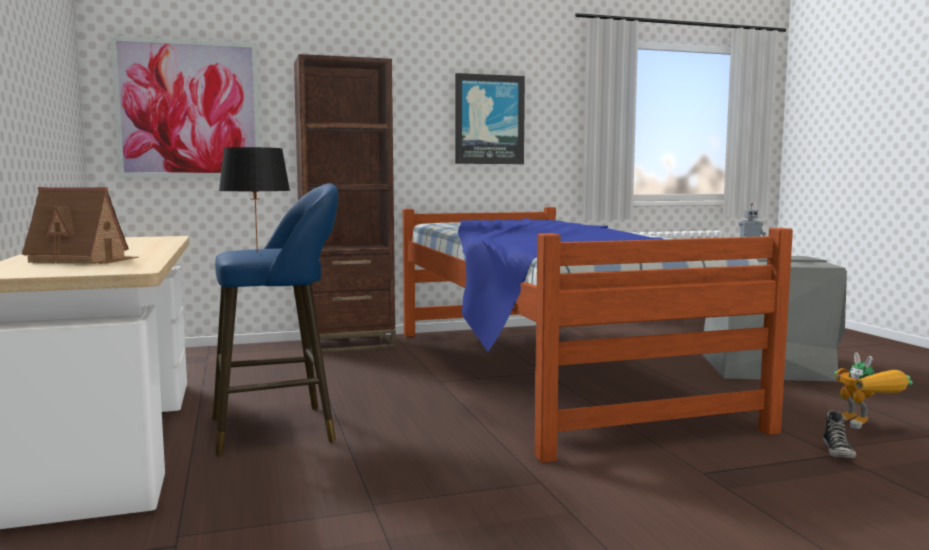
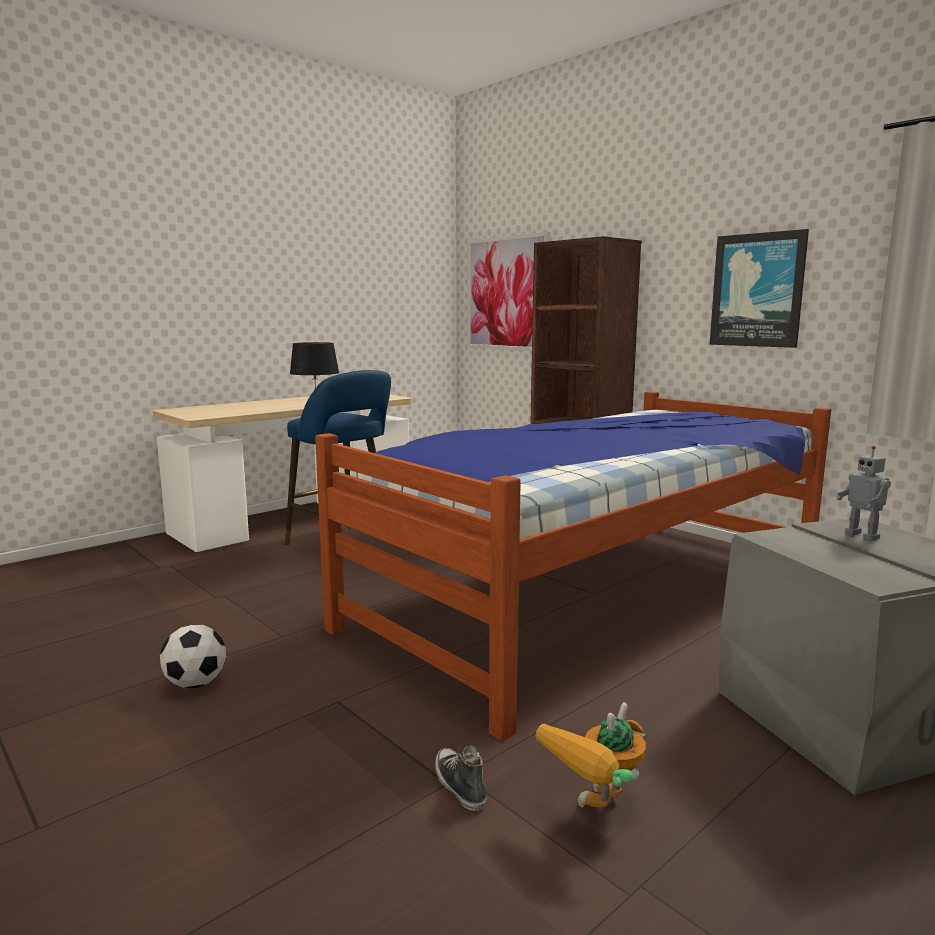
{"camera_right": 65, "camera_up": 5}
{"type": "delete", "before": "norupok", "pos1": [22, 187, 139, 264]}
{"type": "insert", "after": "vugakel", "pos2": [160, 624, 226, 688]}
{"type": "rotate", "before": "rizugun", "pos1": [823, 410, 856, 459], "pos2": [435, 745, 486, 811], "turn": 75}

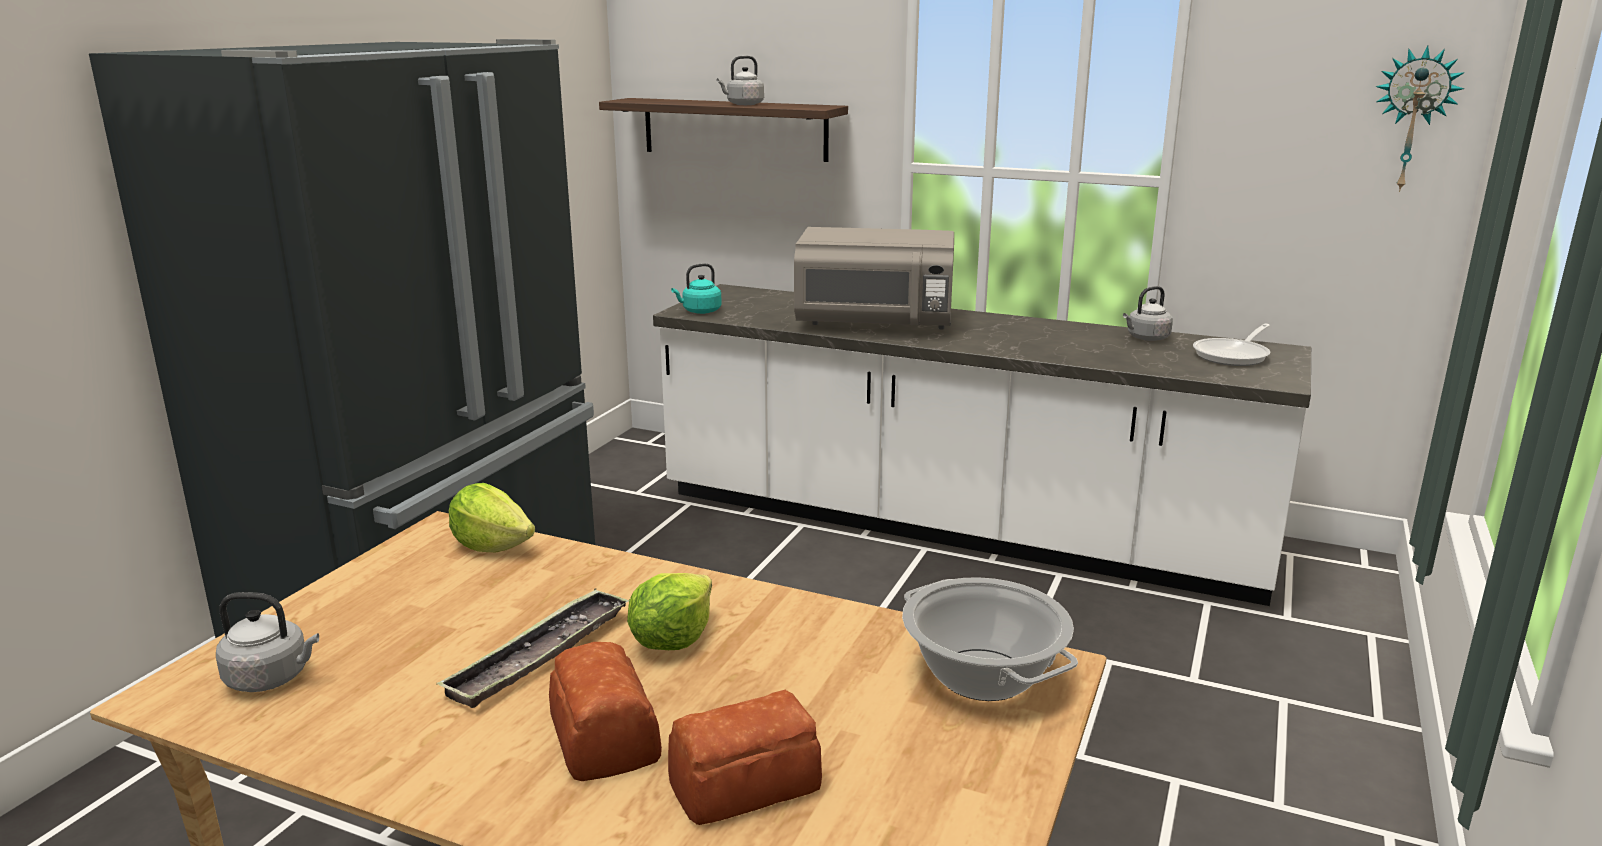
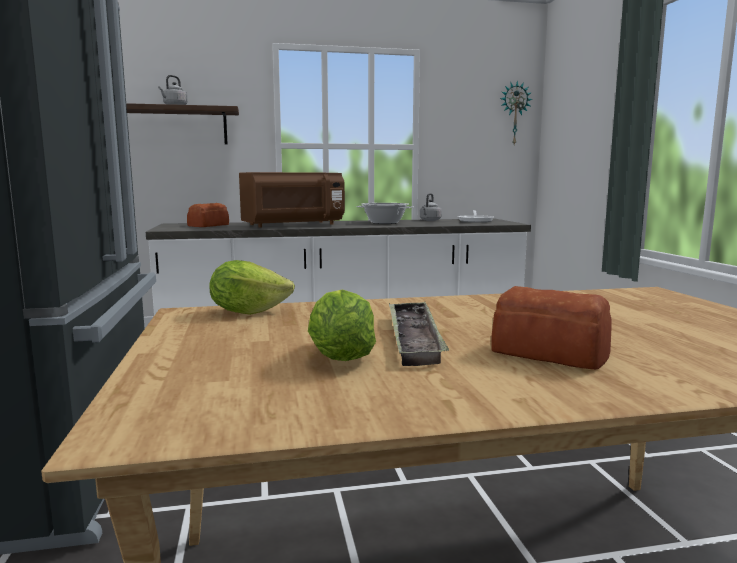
{"camera_right": -35, "camera_up": -10}
{"type": "delete", "before": "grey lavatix", "pos1": [216, 592, 319, 692]}
{"type": "delete", "before": "turquoise lavatix", "pos1": [671, 263, 722, 314]}
{"type": "move", "before": "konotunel", "pos1": [627, 573, 712, 650], "pos2": [308, 289, 376, 361]}
{"type": "move", "before": "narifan", "pos1": [668, 690, 822, 825], "pos2": [187, 203, 229, 227]}
{"type": "move", "before": "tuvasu", "pos1": [902, 577, 1078, 701], "pos2": [357, 203, 414, 224]}
{"type": "recolor", "before": "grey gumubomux", "after": "brown gumubomux", "pos1": [794, 227, 954, 330], "pos2": [239, 172, 345, 228]}

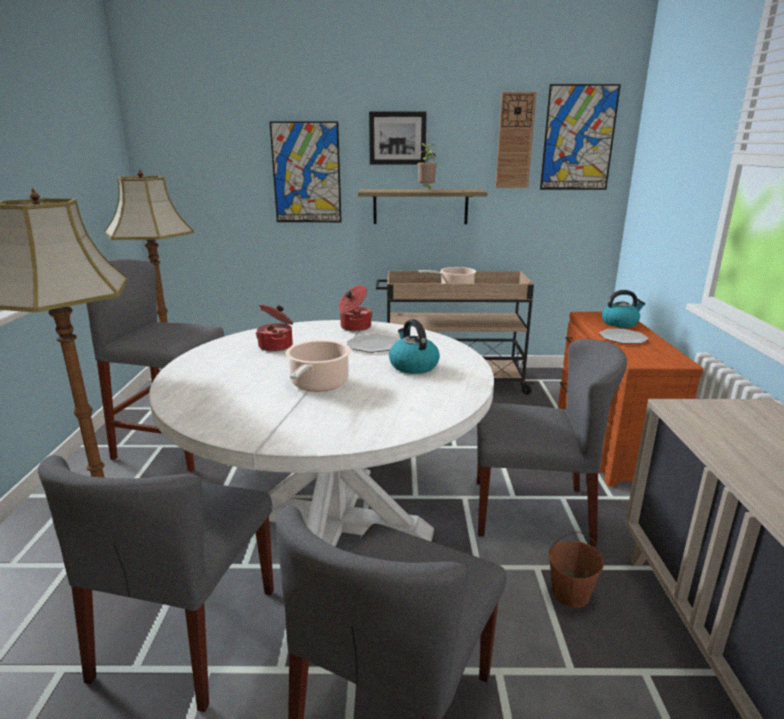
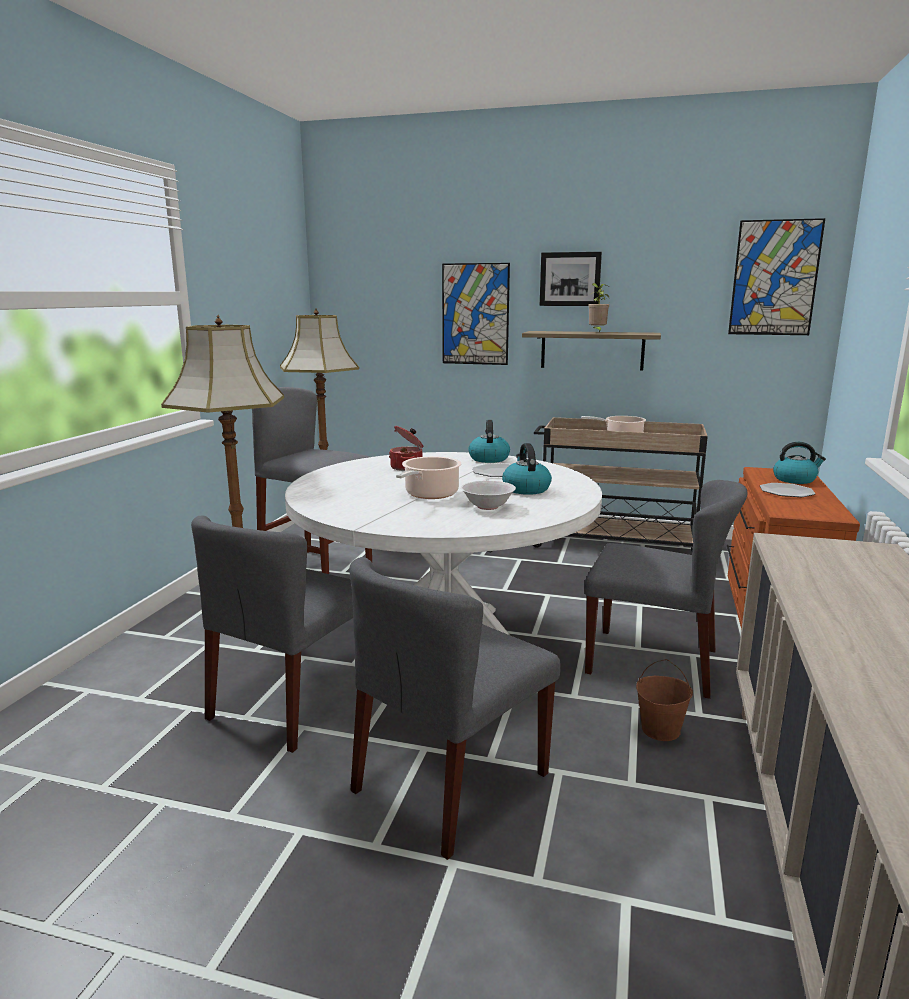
{"camera_right": 15, "camera_up": -5}
{"type": "delete", "before": "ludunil", "pos1": [496, 92, 536, 188]}
{"type": "insert", "after": "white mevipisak", "pos2": [461, 480, 516, 510]}
{"type": "replace", "before": "tuvasu", "after": "lavatix", "pos1": [339, 285, 372, 331], "pos2": [468, 420, 510, 463]}

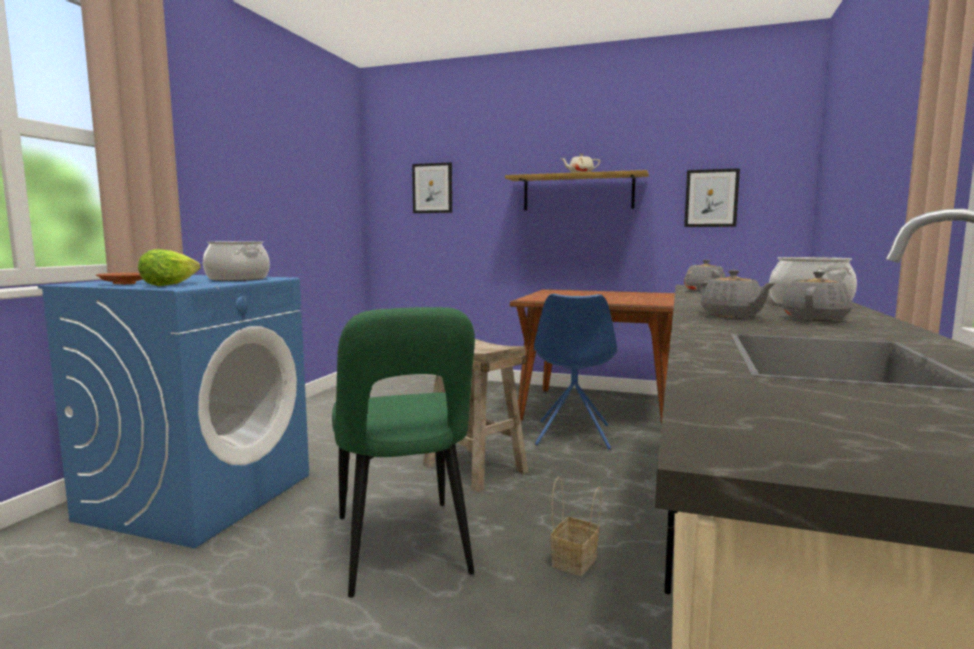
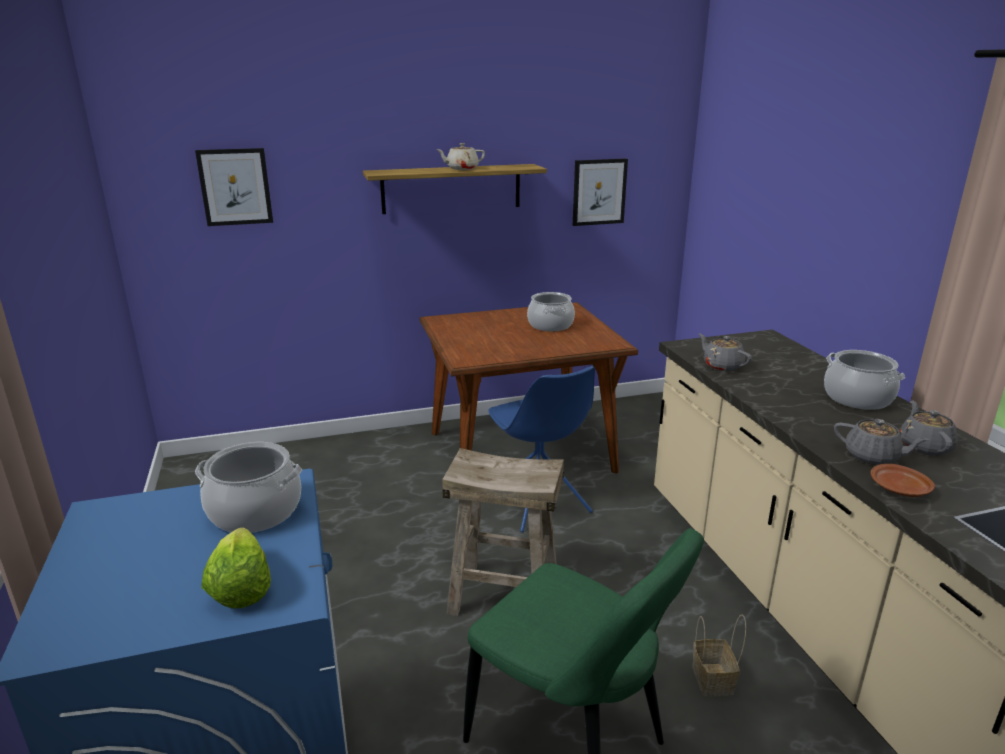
{"camera_right": -35, "camera_up": 15}
{"type": "insert", "after": "tuvasu", "pos2": [527, 292, 575, 331]}
{"type": "move", "before": "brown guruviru", "pos1": [96, 272, 143, 285], "pos2": [870, 464, 935, 497]}

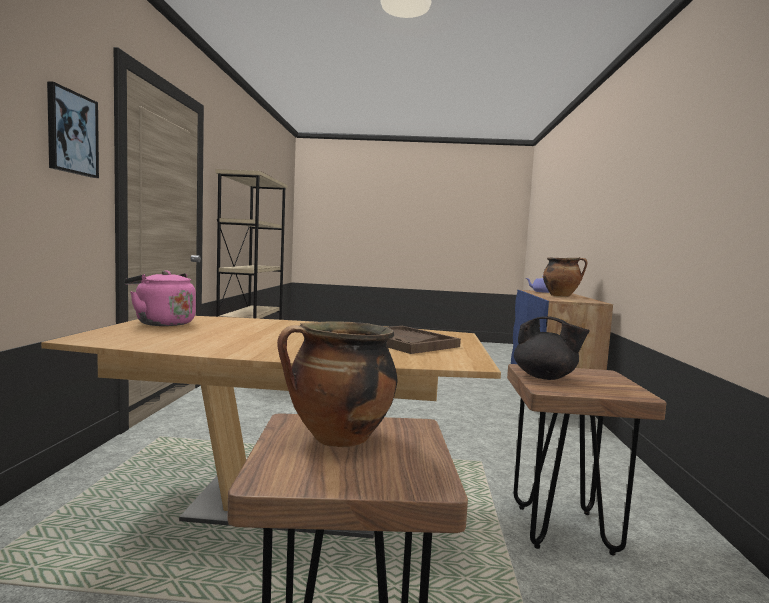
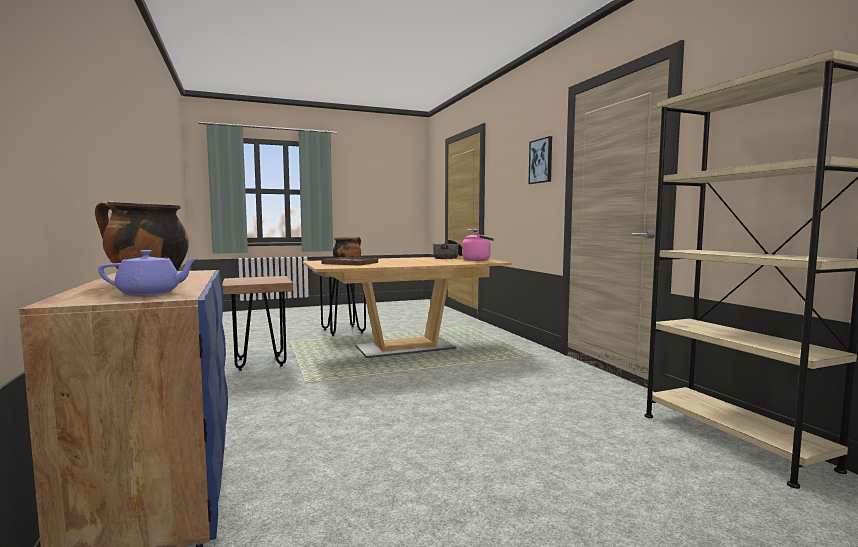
{"camera_right": 155, "camera_up": 0}
{"type": "delete", "before": "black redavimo", "pos1": [514, 316, 590, 380]}
{"type": "insert", "after": "tuvasu", "pos2": [432, 240, 463, 259]}

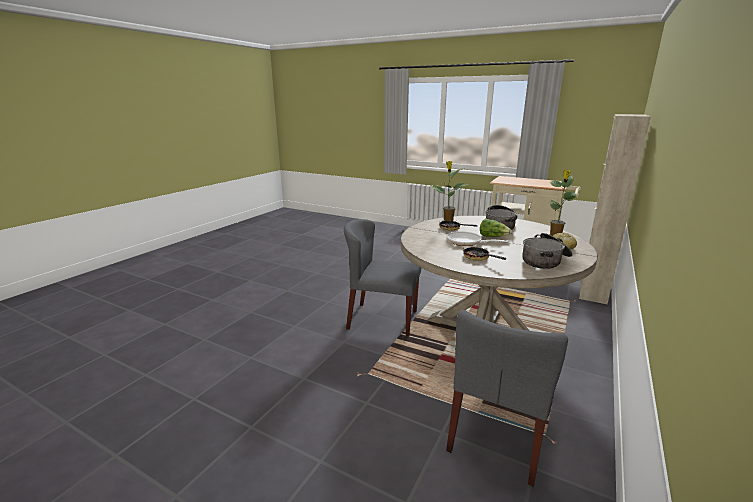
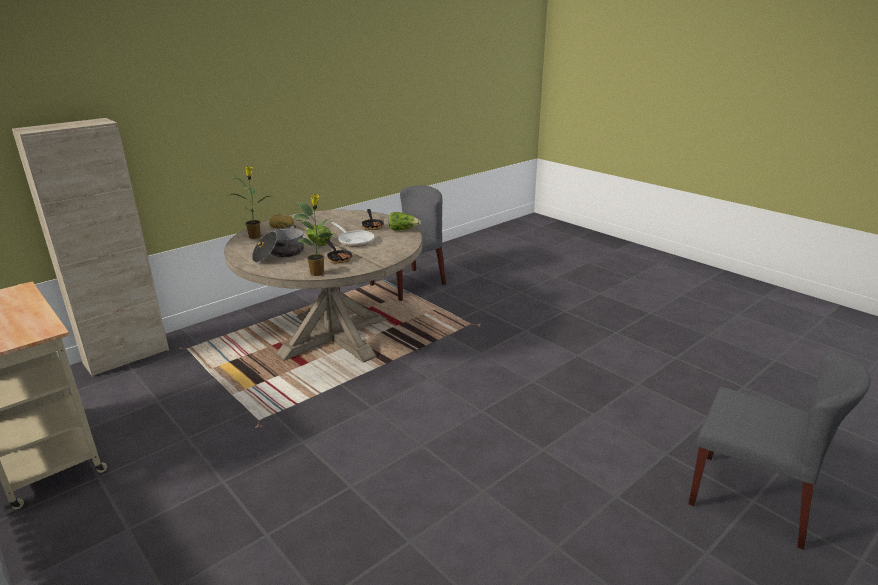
{"camera_right": -160, "camera_up": 5}
{"type": "delete", "before": "tuvasu", "pos1": [522, 233, 573, 269]}
{"type": "insert", "after": "konotunel", "pos2": [389, 212, 421, 231]}
{"type": "move", "before": "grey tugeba", "pos1": [344, 219, 421, 337], "pos2": [689, 353, 871, 550]}

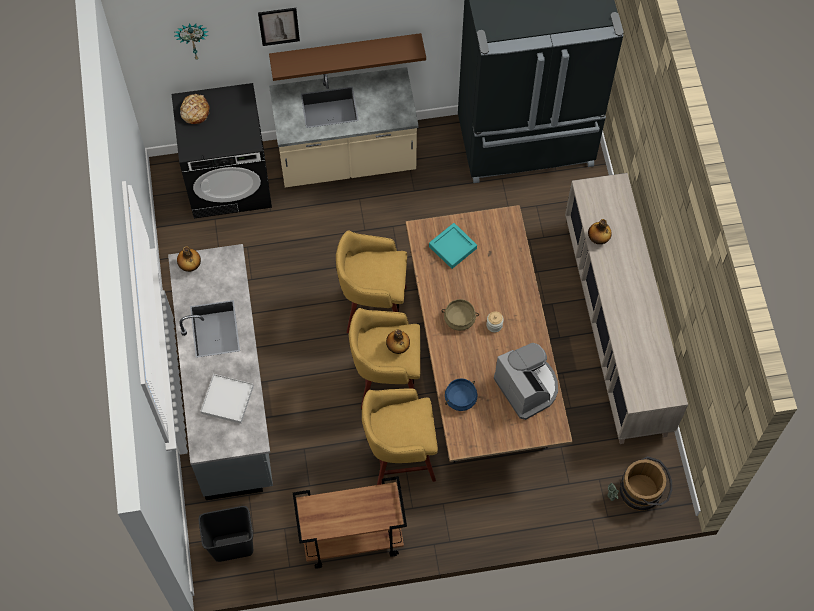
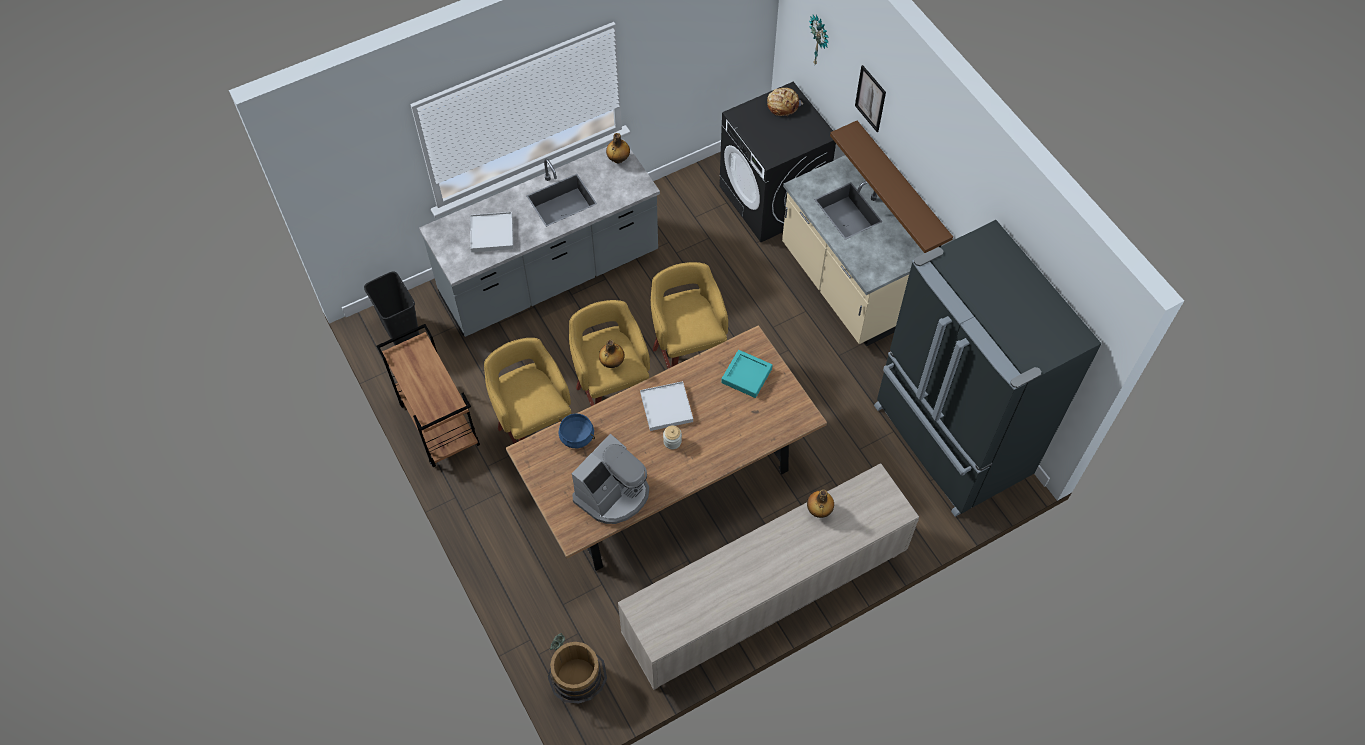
{"camera_right": 70, "camera_up": -5}
{"type": "replace", "before": "beige tuvasu", "after": "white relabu", "pos1": [441, 299, 479, 331], "pos2": [640, 381, 693, 431]}

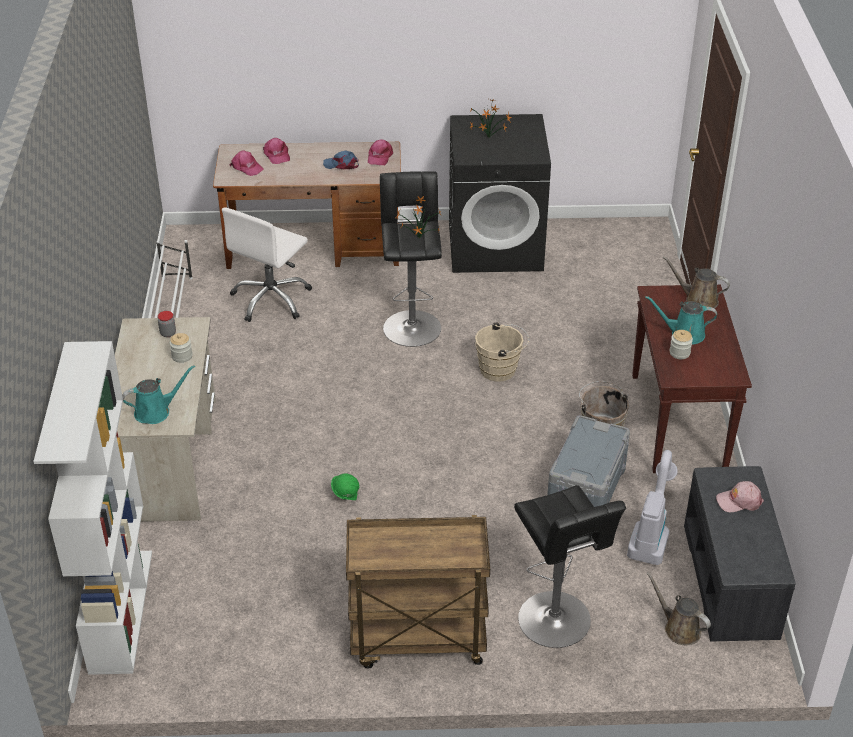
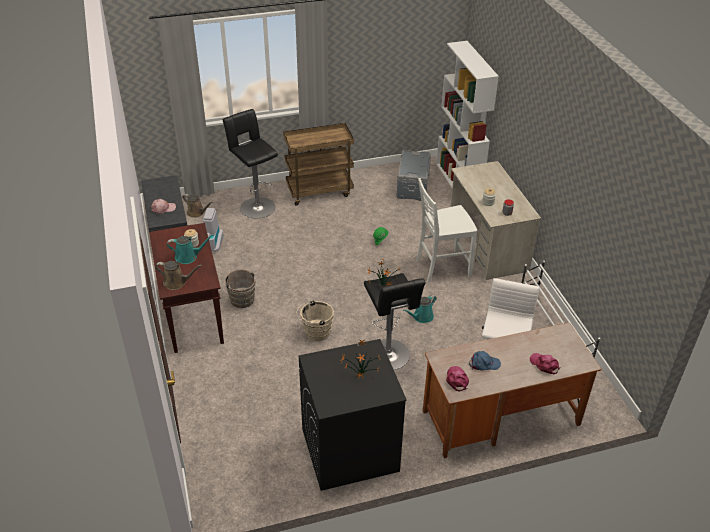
{"camera_right": 165, "camera_up": 0}
{"type": "delete", "before": "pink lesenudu", "pos1": [229, 151, 264, 176]}
{"type": "insert", "after": "white tugeba", "pos2": [416, 178, 477, 283]}
{"type": "move", "before": "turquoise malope", "pos1": [122, 365, 195, 424], "pos2": [403, 295, 437, 323]}
{"type": "move", "before": "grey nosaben", "pos1": [547, 415, 630, 507], "pos2": [396, 150, 431, 201]}

